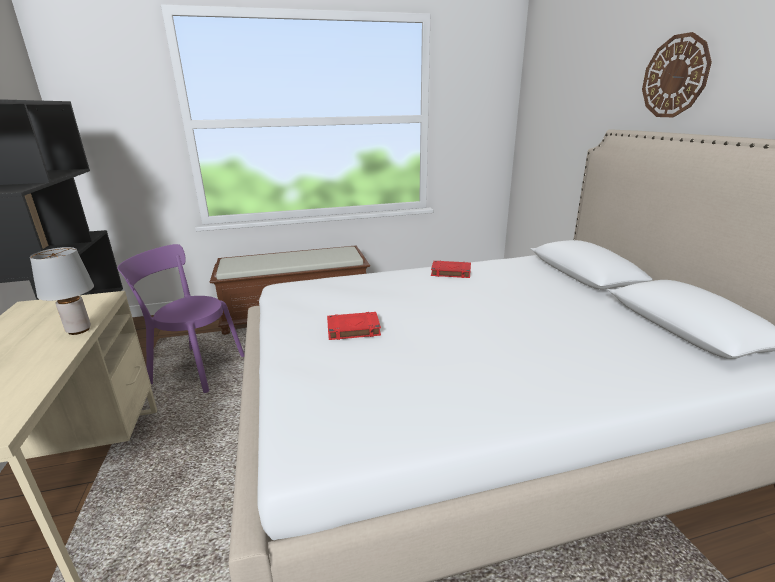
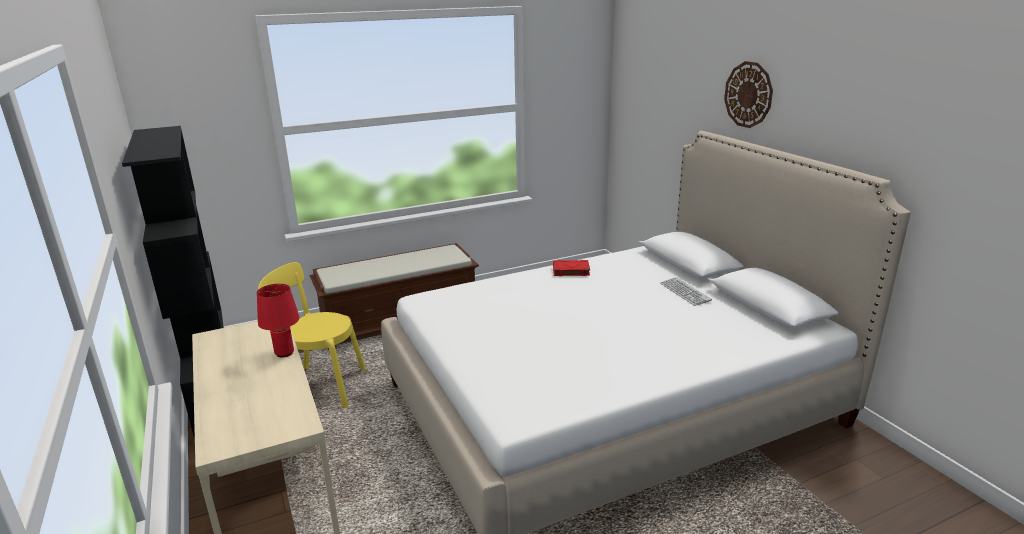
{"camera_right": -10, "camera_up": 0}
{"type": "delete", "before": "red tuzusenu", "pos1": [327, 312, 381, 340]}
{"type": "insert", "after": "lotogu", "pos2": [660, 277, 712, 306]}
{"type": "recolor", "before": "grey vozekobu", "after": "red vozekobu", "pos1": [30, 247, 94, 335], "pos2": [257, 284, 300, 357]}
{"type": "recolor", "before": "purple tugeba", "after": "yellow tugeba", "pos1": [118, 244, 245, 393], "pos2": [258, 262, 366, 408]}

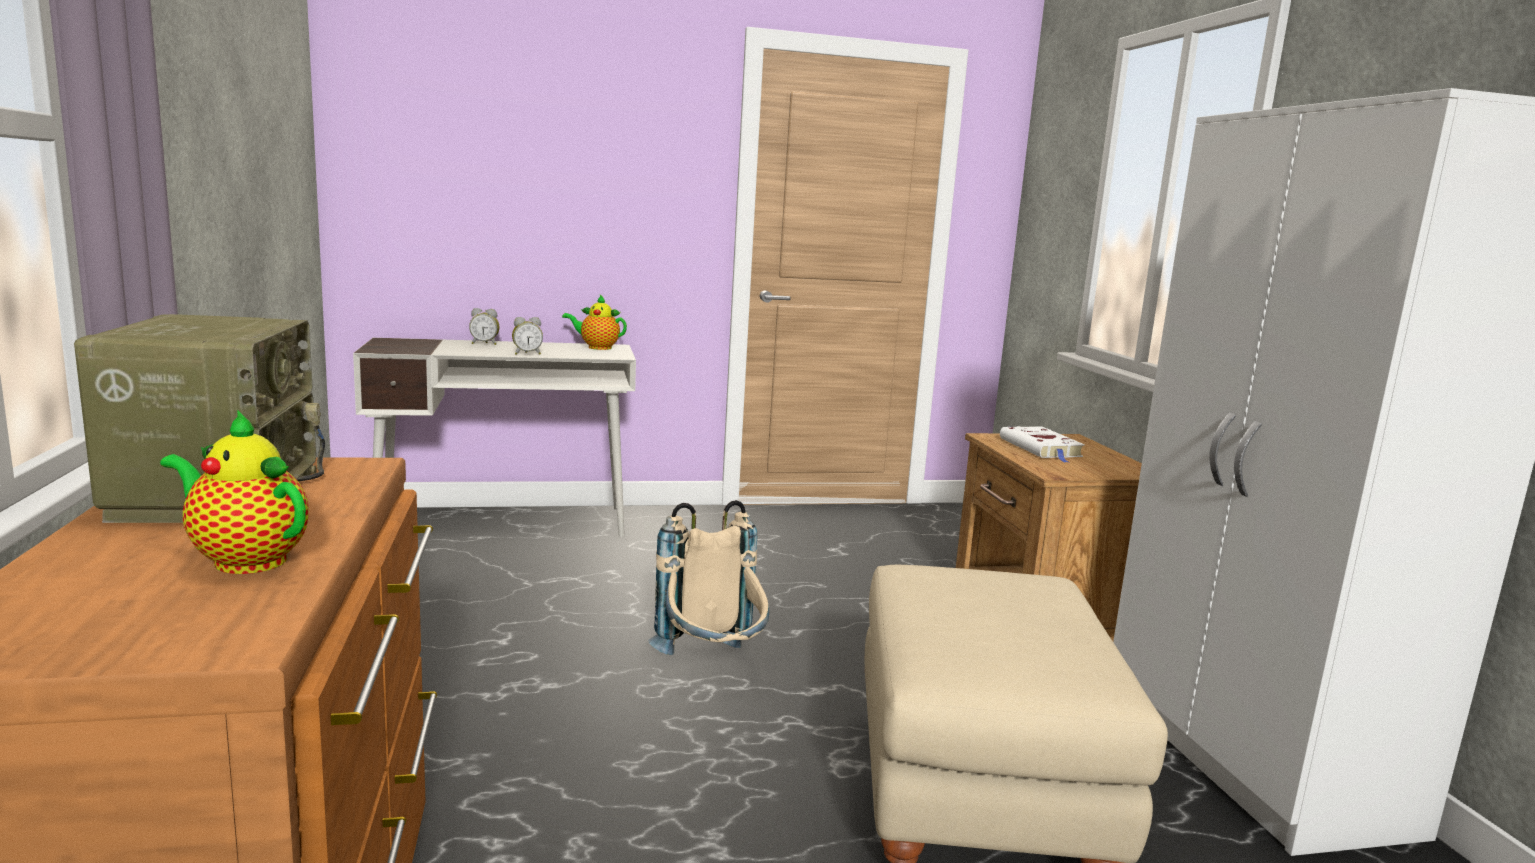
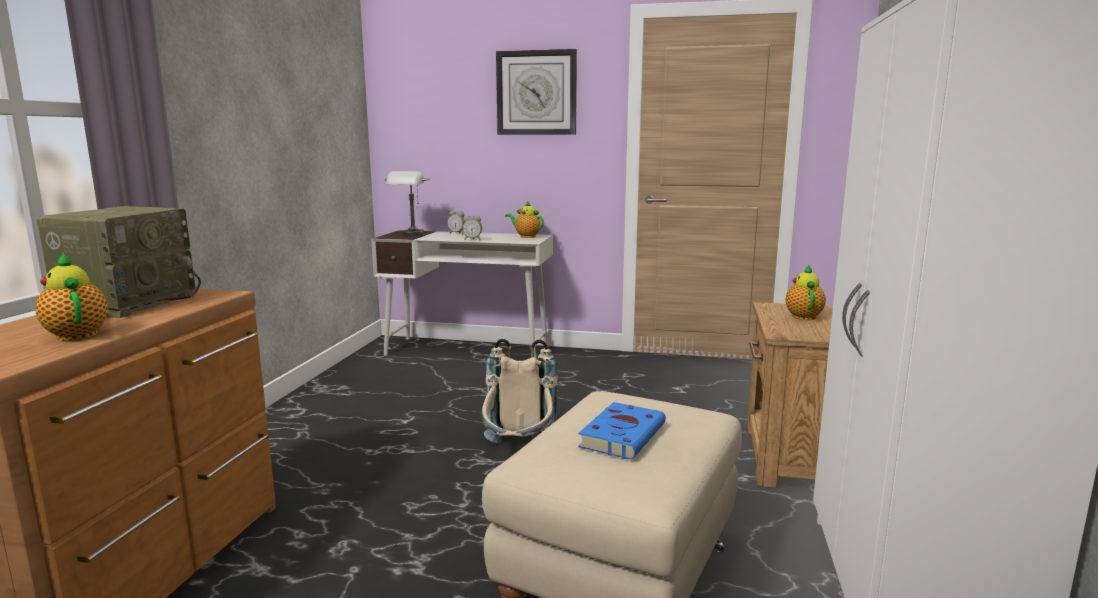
{"camera_right": 25, "camera_up": 0}
{"type": "insert", "after": "grey vozekobu", "pos2": [384, 171, 430, 236]}
{"type": "insert", "after": "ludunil", "pos2": [496, 49, 577, 135]}
{"type": "insert", "after": "blue tuzusenu", "pos2": [578, 402, 666, 460]}
{"type": "replace", "before": "white tuzusenu", "after": "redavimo", "pos1": [1000, 426, 1085, 462], "pos2": [786, 264, 826, 320]}

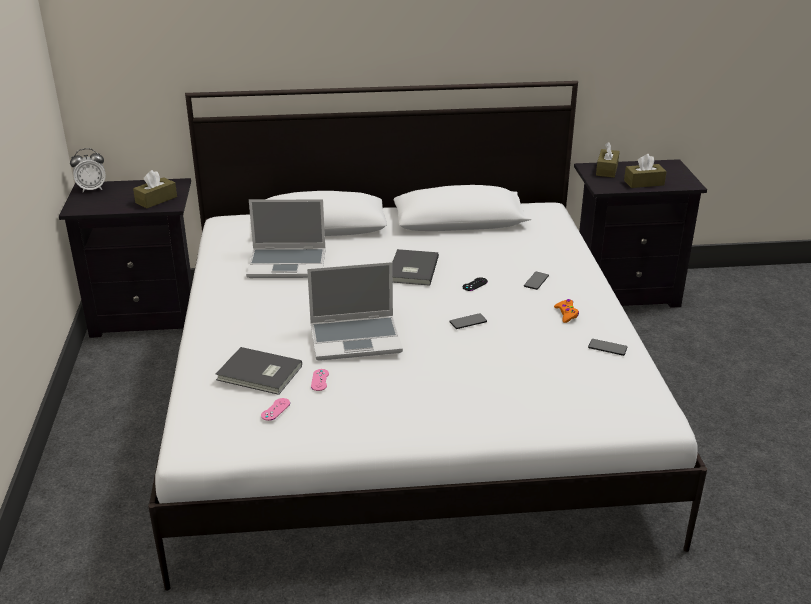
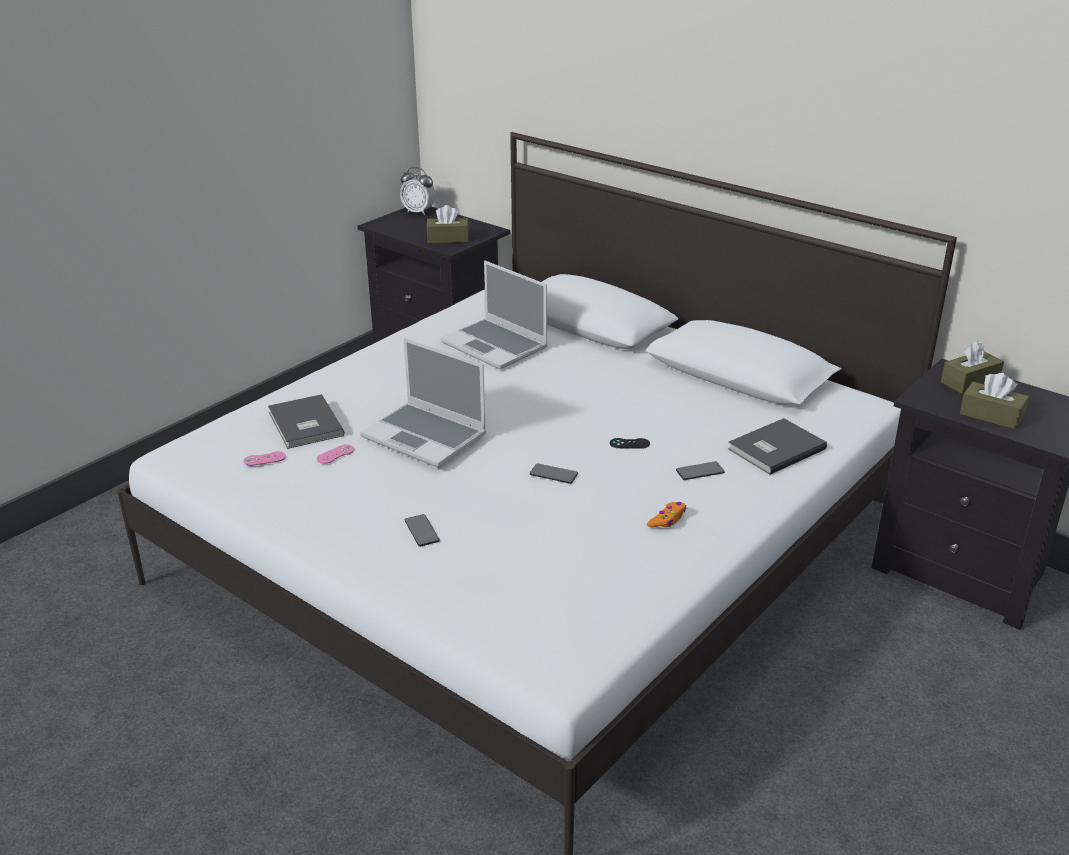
{"camera_right": 45, "camera_up": 0}
{"type": "move", "before": "grey tuzusenu", "pos1": [393, 249, 439, 286], "pos2": [728, 418, 827, 475]}
{"type": "move", "before": "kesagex", "pos1": [588, 339, 628, 356], "pos2": [405, 514, 440, 547]}

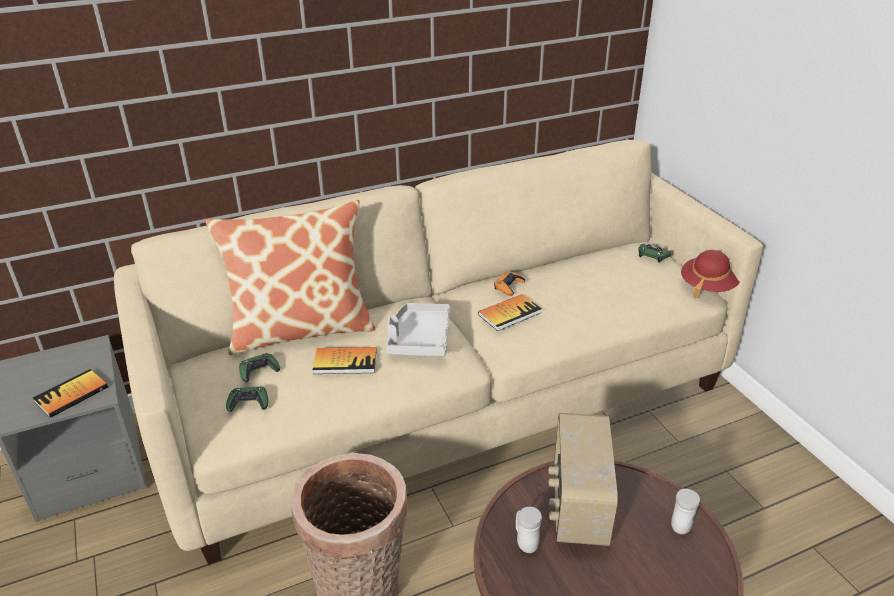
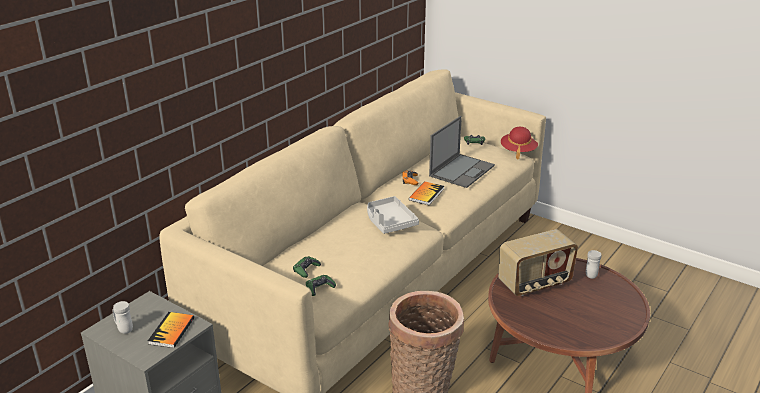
{"camera_right": -30, "camera_up": -5}
{"type": "delete", "before": "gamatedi", "pos1": [206, 200, 376, 355]}
{"type": "delete", "before": "tuzusenu", "pos1": [313, 347, 376, 374]}
{"type": "insert", "after": "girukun", "pos2": [429, 116, 495, 188]}
{"type": "move", "before": "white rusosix", "pos1": [516, 507, 542, 553], "pos2": [113, 301, 133, 334]}
{"type": "rotate", "before": "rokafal", "pos1": [548, 413, 618, 546], "pos2": [498, 229, 578, 296], "turn": -90}

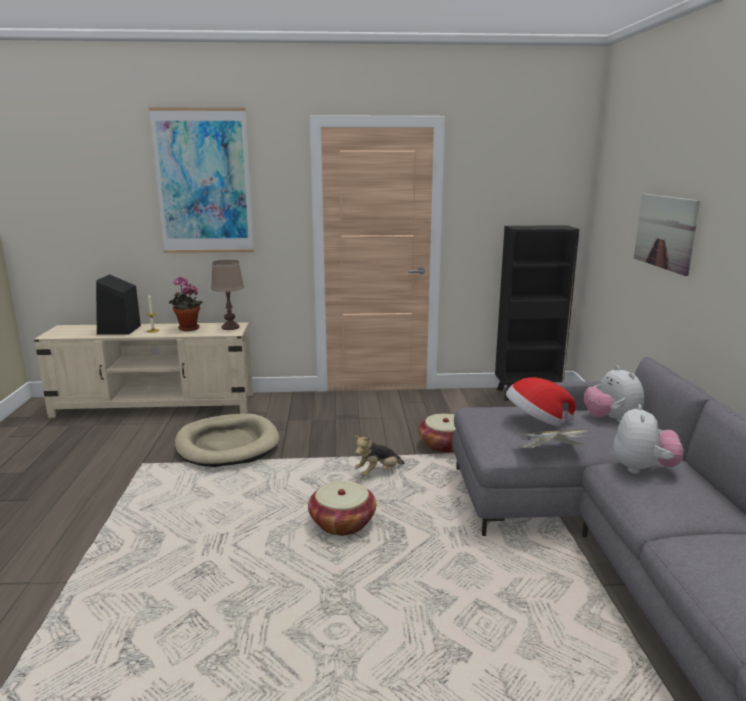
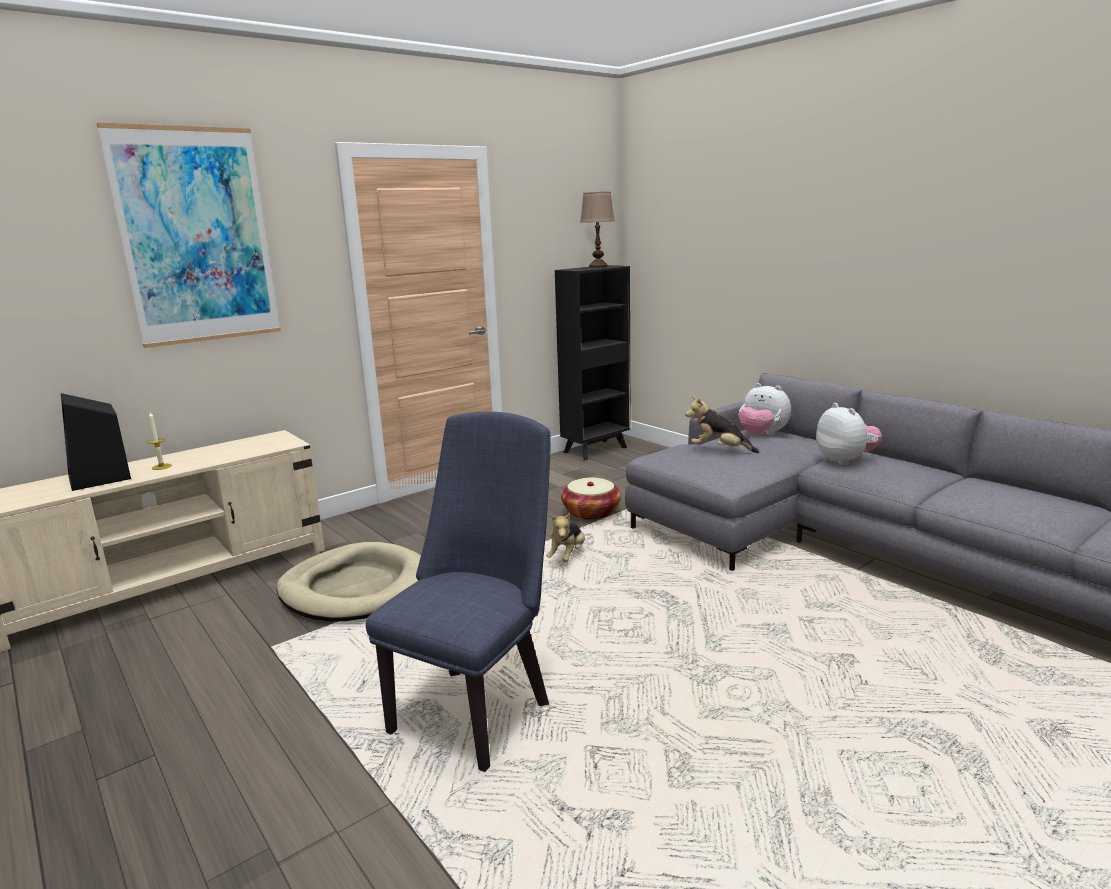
{"camera_right": -35, "camera_up": 0}
{"type": "delete", "before": "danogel", "pos1": [169, 277, 203, 331]}
{"type": "delete", "before": "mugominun", "pos1": [308, 481, 376, 536]}
{"type": "delete", "before": "tuzusenu", "pos1": [513, 429, 589, 448]}
{"type": "delete", "before": "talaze", "pos1": [634, 194, 700, 276]}
{"type": "insert", "after": "blue tugeba", "pos2": [366, 412, 551, 772]}
{"type": "move", "before": "brown vozekobu", "pos1": [211, 260, 244, 330], "pos2": [580, 192, 615, 267]}
{"type": "replace", "before": "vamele", "after": "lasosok", "pos1": [506, 377, 576, 426], "pos2": [685, 396, 759, 453]}

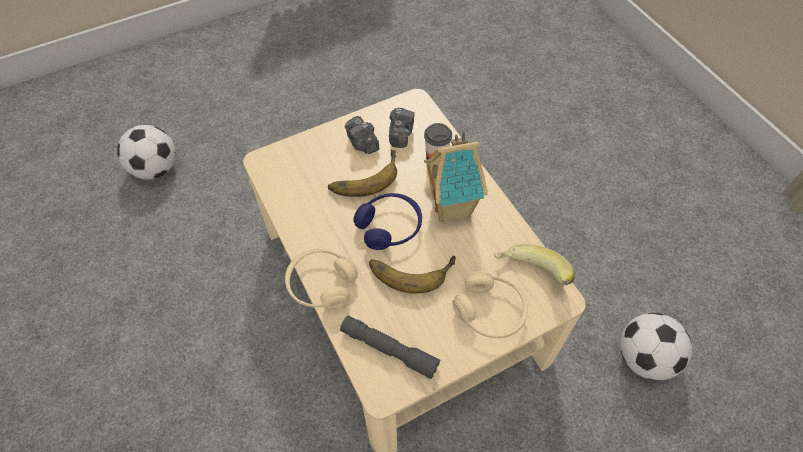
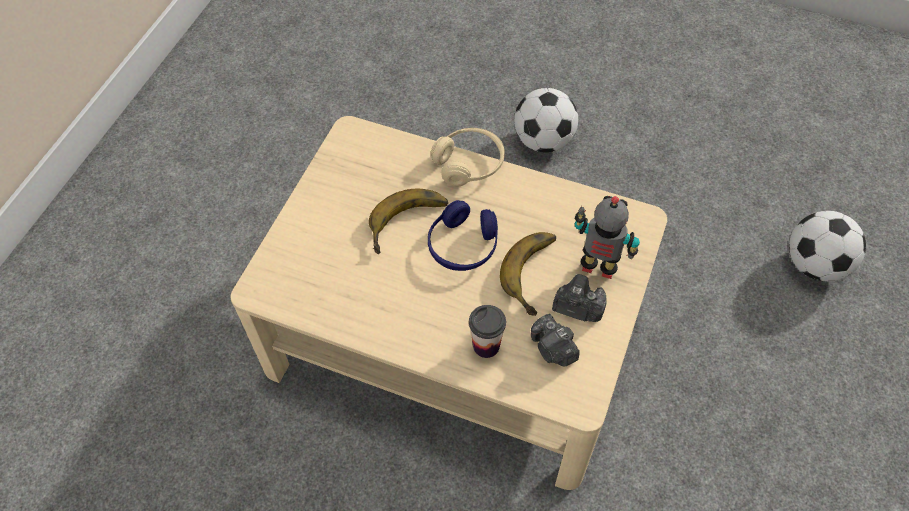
{"camera_right": 140, "camera_up": 0}
{"type": "delete", "before": "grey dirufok", "pos1": [340, 316, 440, 379]}
{"type": "delete", "before": "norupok", "pos1": [424, 131, 488, 223]}
{"type": "delete", "before": "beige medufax", "pos1": [452, 271, 528, 338]}
{"type": "delete", "before": "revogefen", "pos1": [494, 244, 575, 286]}
{"type": "insert", "after": "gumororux", "pos2": [574, 196, 640, 279]}
{"type": "move", "before": "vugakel", "pos1": [620, 313, 692, 381], "pos2": [514, 88, 578, 153]}

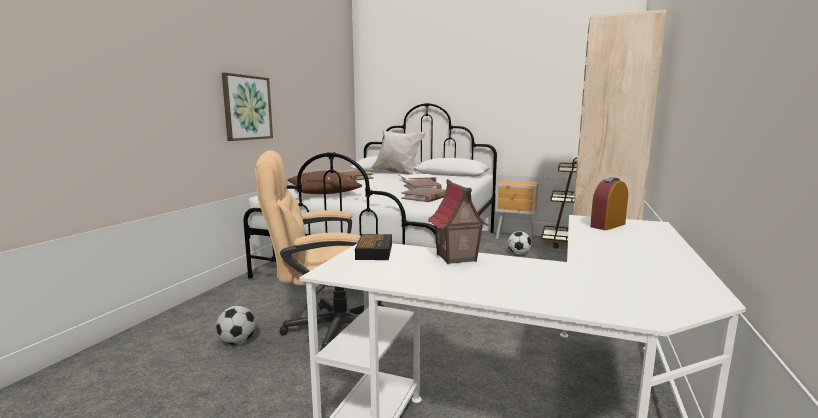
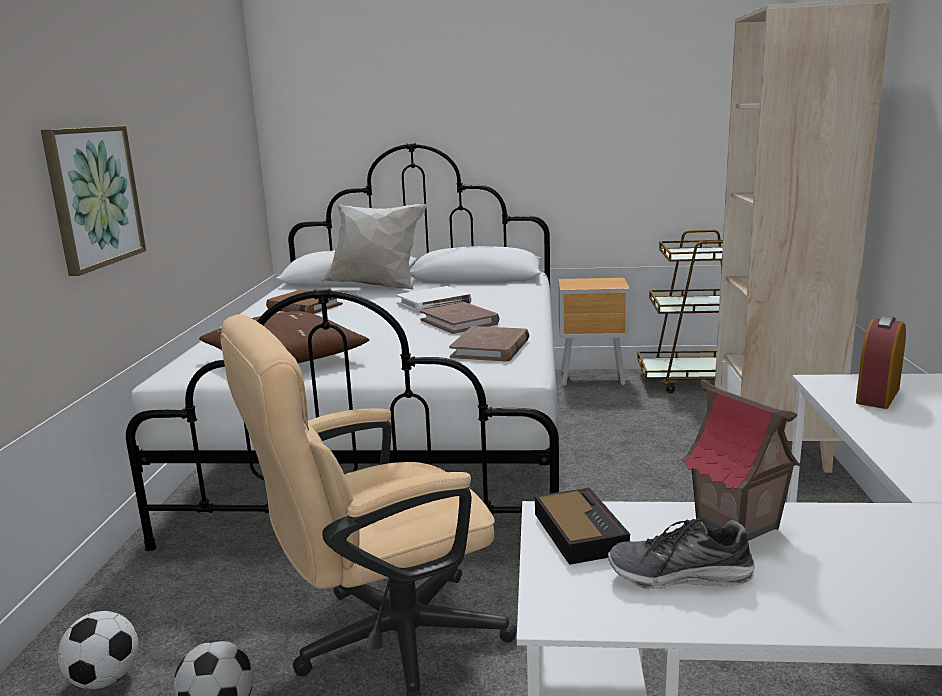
{"camera_right": -15, "camera_up": 5}
{"type": "insert", "after": "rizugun", "pos2": [608, 519, 755, 589]}
{"type": "move", "before": "vugakel", "pos1": [508, 231, 531, 254], "pos2": [58, 611, 139, 689]}

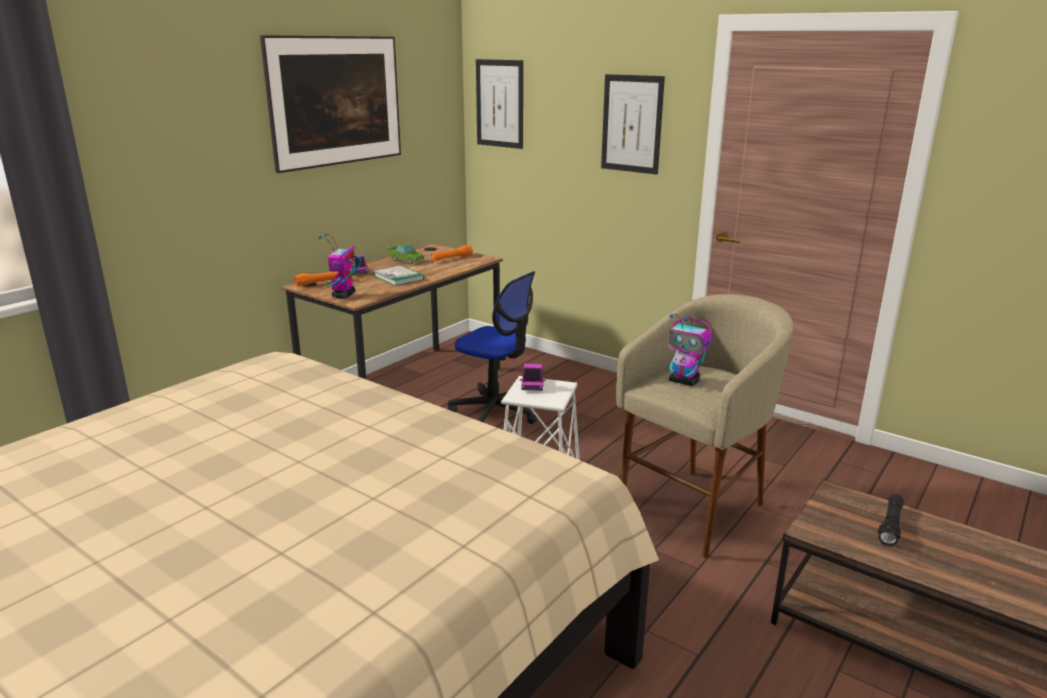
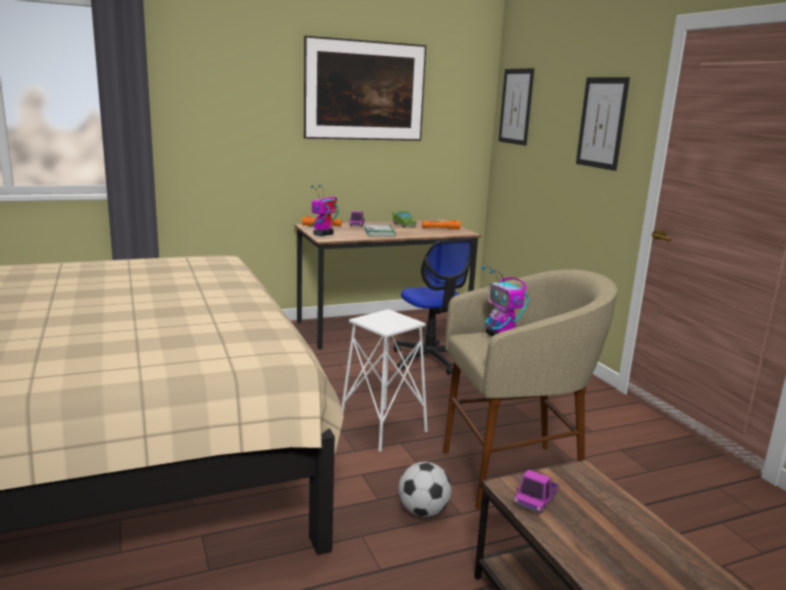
{"camera_right": 30, "camera_up": -5}
{"type": "delete", "before": "black dirufok", "pos1": [878, 494, 904, 547]}
{"type": "insert", "after": "vugakel", "pos2": [398, 462, 451, 517]}
{"type": "move", "before": "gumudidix", "pos1": [520, 364, 545, 391], "pos2": [514, 470, 559, 514]}

